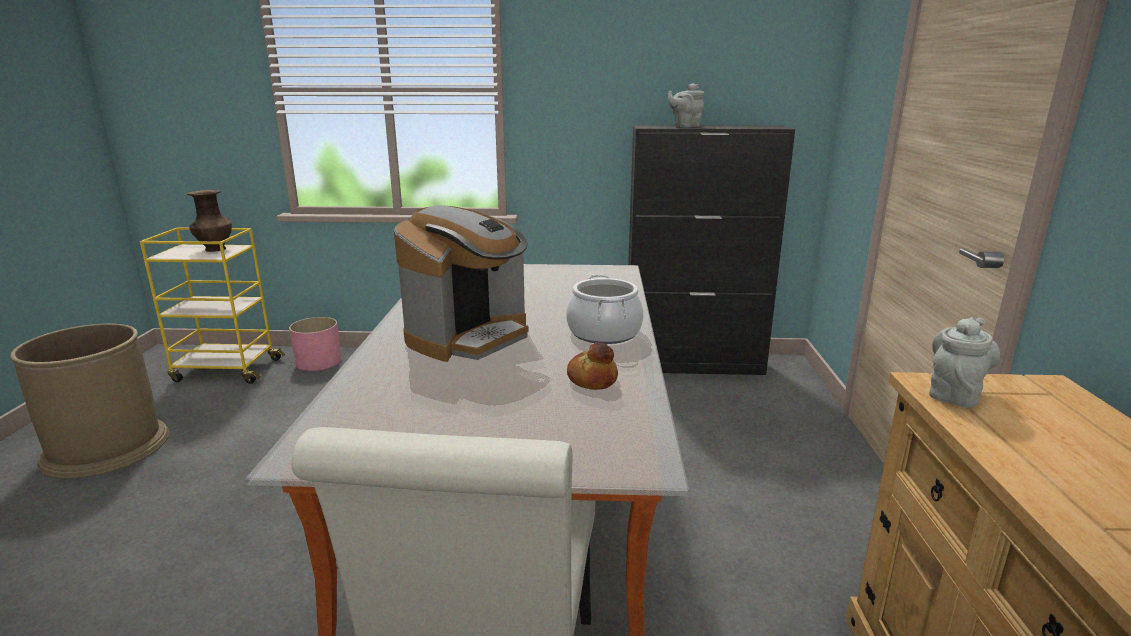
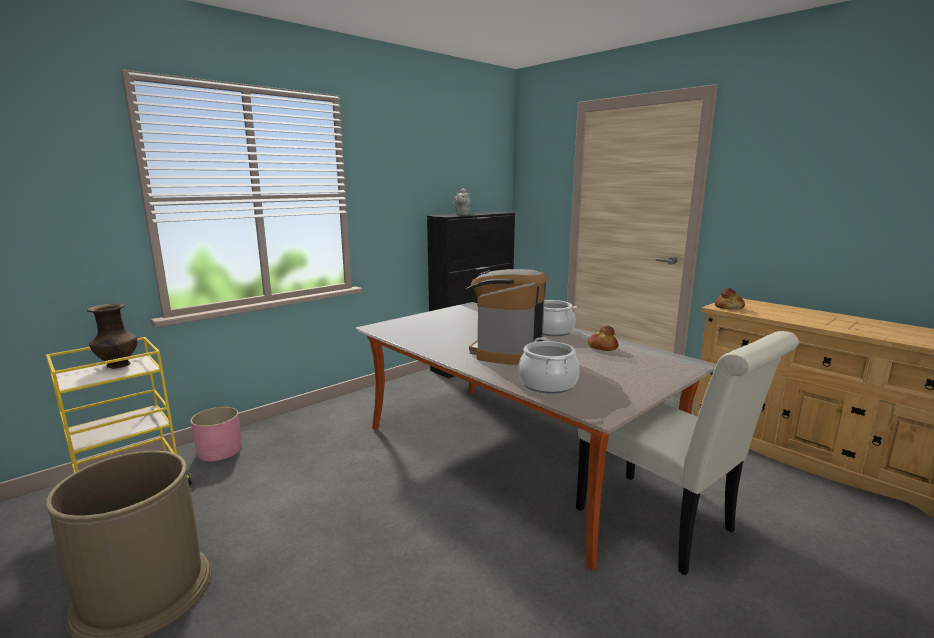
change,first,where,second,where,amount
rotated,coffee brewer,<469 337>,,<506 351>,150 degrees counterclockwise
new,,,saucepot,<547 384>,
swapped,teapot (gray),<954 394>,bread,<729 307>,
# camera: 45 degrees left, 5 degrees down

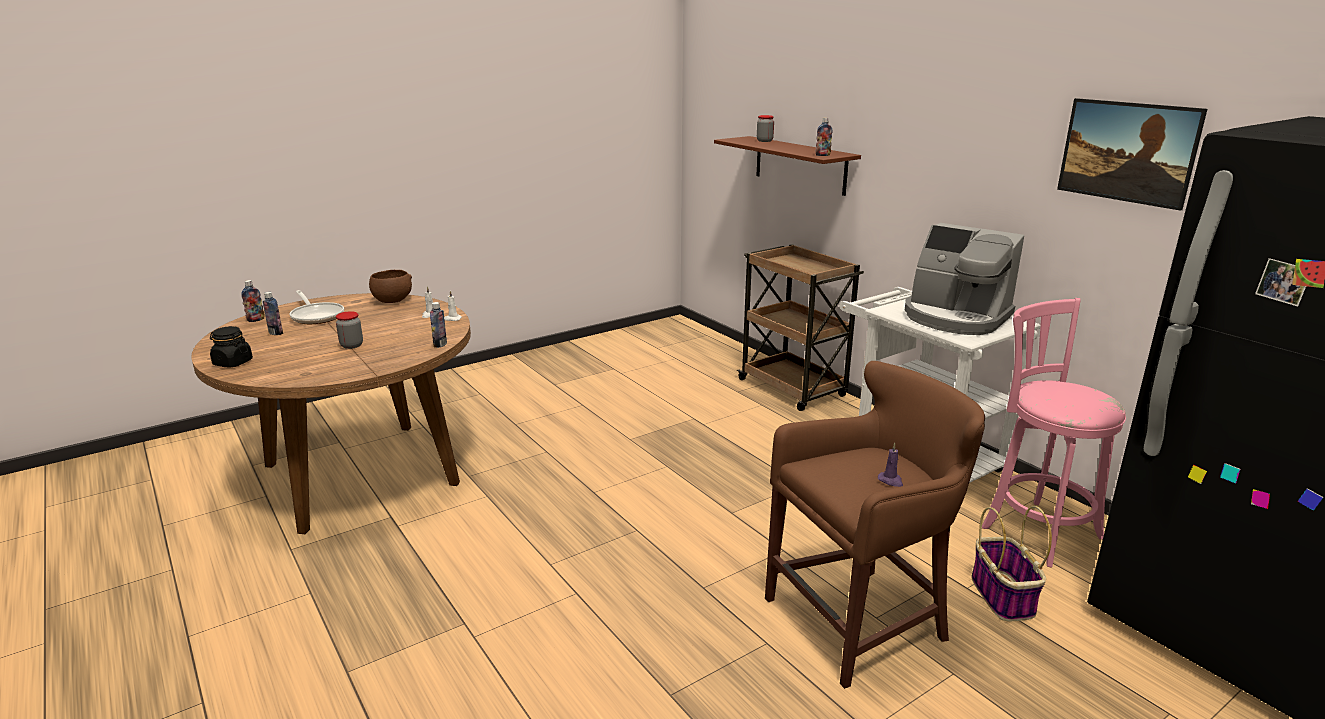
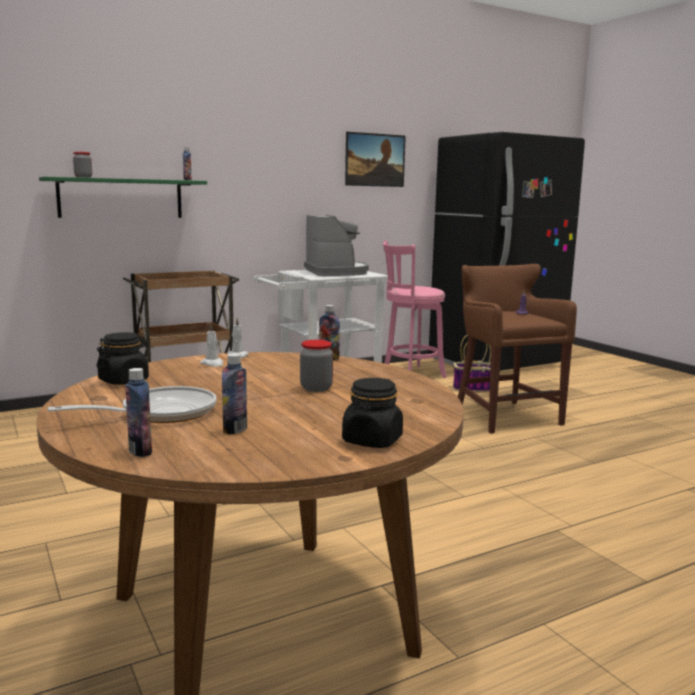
change,first,where,second,where,amount
repainted,bracket shelf (brown),<800 165>,bracket shelf (green),<121 198>,
swapped,serving bowl (brown),<391 301>,preserve jar (black),<124 380>,
rotated,coffee brewer,<955 317>,,<336 272>,60 degrees counterclockwise
# camera: 85 degrees left, 10 degrees down

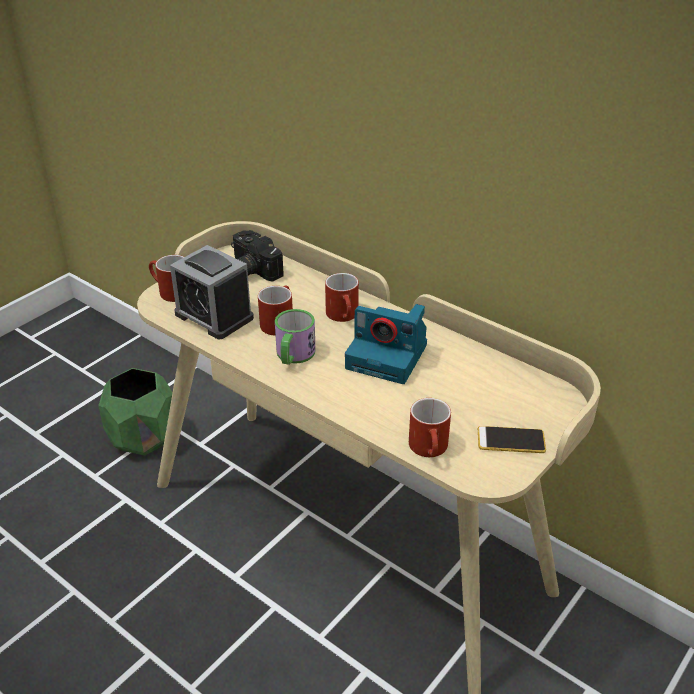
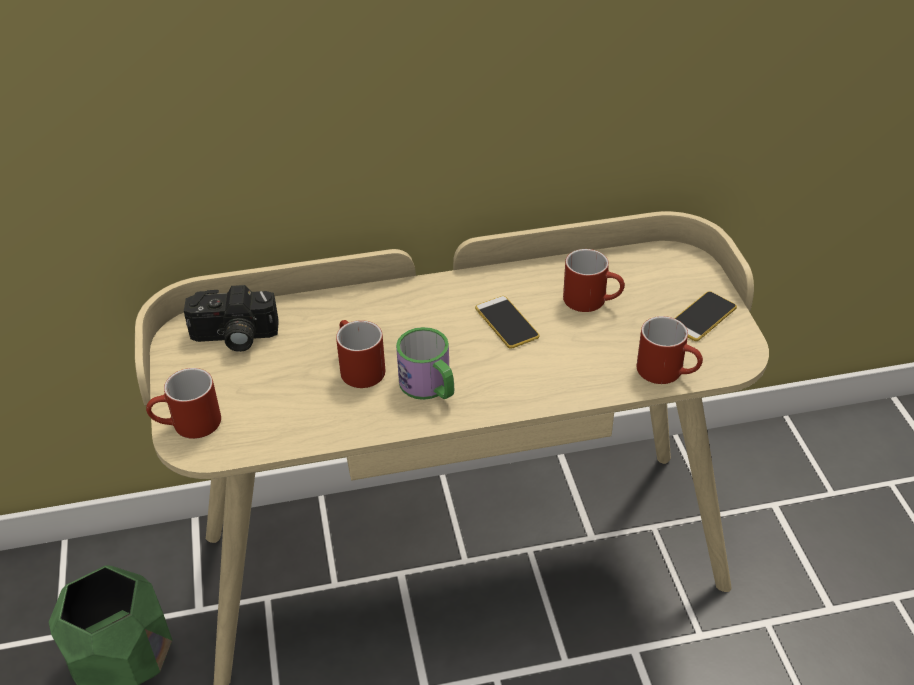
change,first,where,second,where,amount
swapped,still camera,<388 356>,handset,<506 323>,
shifted,coffee mug (red-coloured),<344 316>,,<593 300>,
gone,bedside clock,<214 316>,,,
# camera: 50 degrees left, 5 degrees up

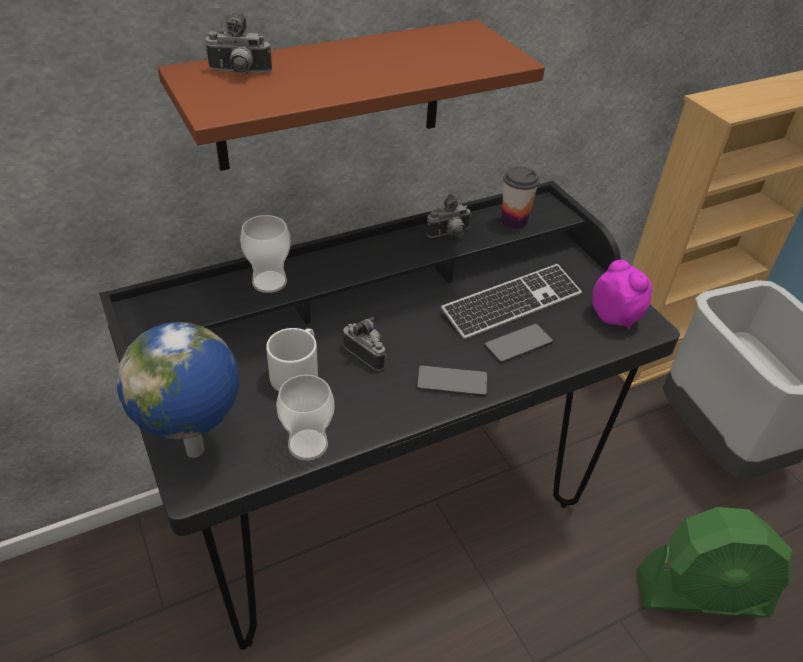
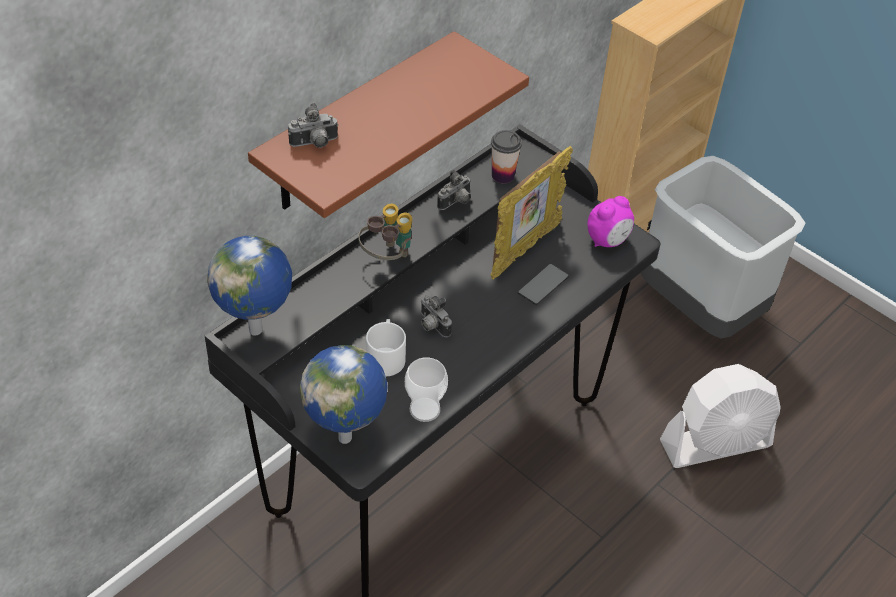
change,first,where,second,where,amount
new,,,desk globe,<257 330>,
new,,,field glasses,<387 257>,
rotated,still camera,<367 354>,,<432 325>,150 degrees counterclockwise
swapped,keyboard,<512 303>,photo frame,<524 250>,
rotated,bedside clock,<615 317>,,<607 240>,105 degrees clockwise
repainted,cooling fan (green),<702 594>,cooling fan (whitish),<716 443>,
gone,cup,<269 282>,,,
gone,handset,<452 382>,,,
# camera: 20 degrees left, 5 degrees up

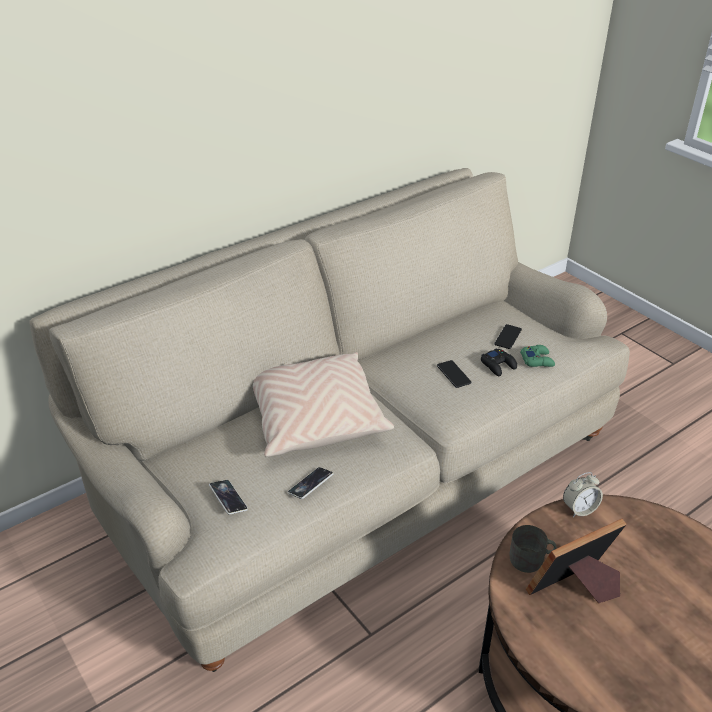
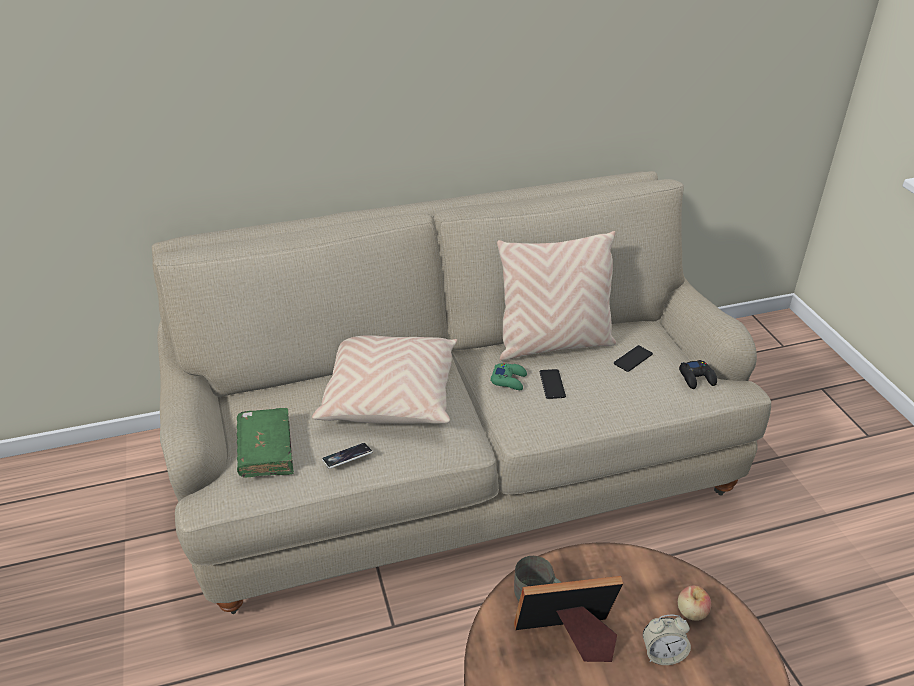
change,first,where,second,where,amount
swapped,handset,<228 499>,bound book (green),<266 450>,
shifted,game controller (green),<537 360>,,<509 380>,
new,,,pillow (beige-coloured),<554 344>,
shifted,bedside clock,<579 509>,,<662 654>,
new,,,apple fruit,<691 612>,
shifted,game controller (black),<498 365>,,<697 378>,
# camera: 20 degrees right, 0 degrees up

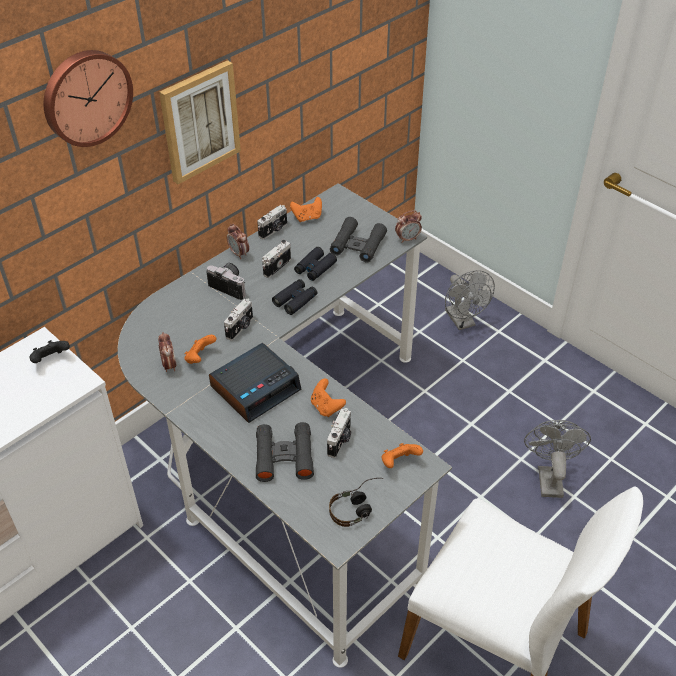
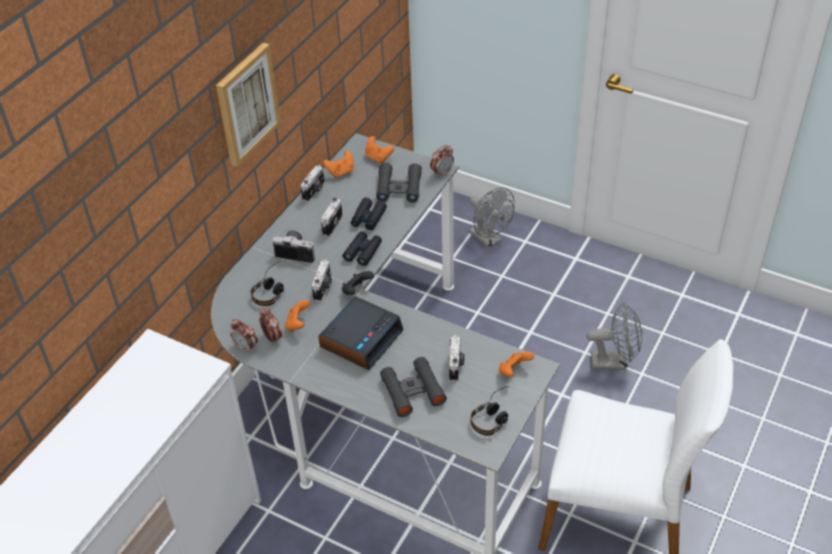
change,first,where,second,where,amount
shifted,bedside clock,<239 254>,,<246 347>,
new,,,headphones,<271 290>,
shifted,game controller (black),<51 360>,,<356 290>,
shifted,game controller (orange-coloured),<326 407>,,<378 158>,
rotated,cooling fan (gray),<548 477>,,<614 362>,105 degrees clockwise
gone,clock on the wall,<86 97>,,,
# camera: 15 degrees left, 0 degrees up

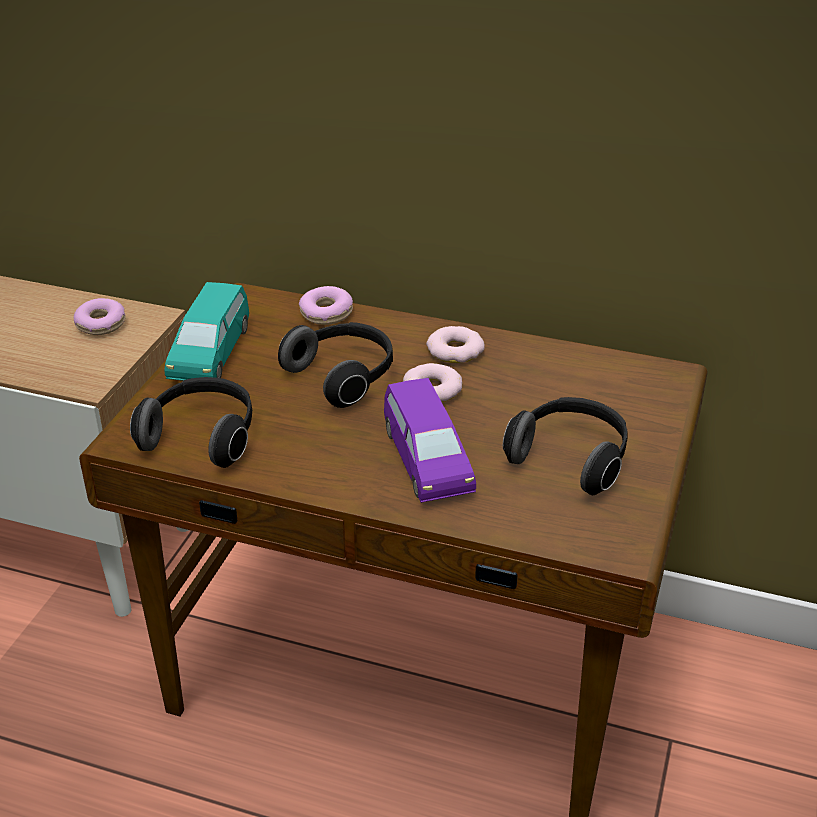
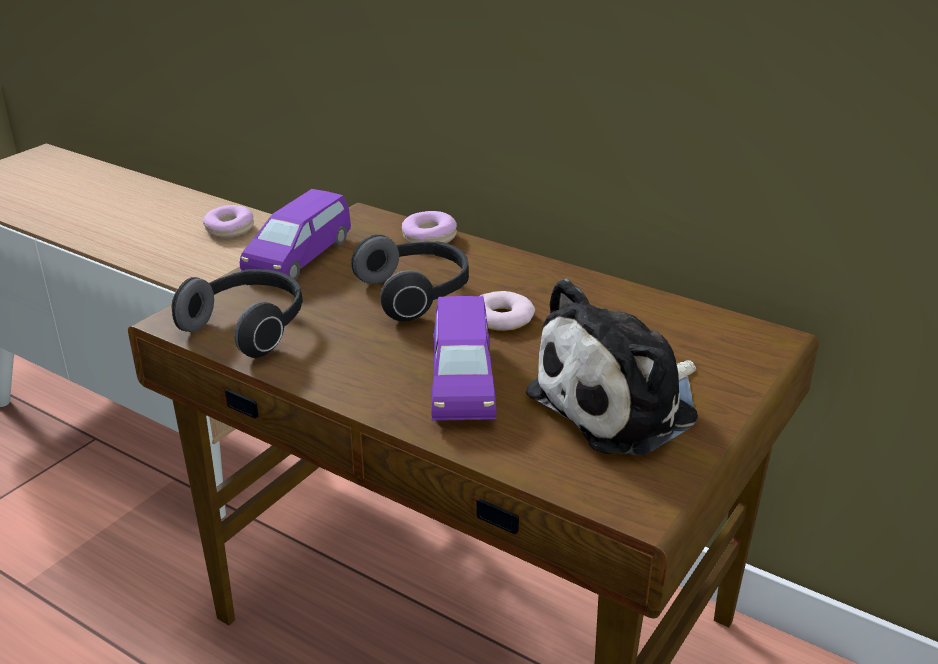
change,first,where,second,where,amount
repainted,toy car (turquoise-coloured),<211 353>,toy car (purplish),<299 257>,
swapped,headphones,<570 459>,cuddly toy,<621 405>,
gone,ring doughnut,<455 350>,,,
# camera: 15 degrees right, 5 degrees down

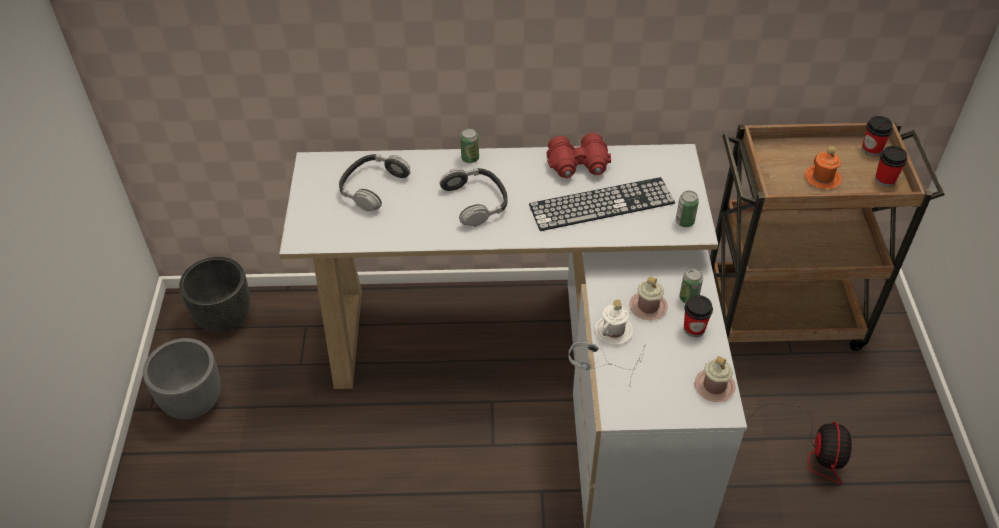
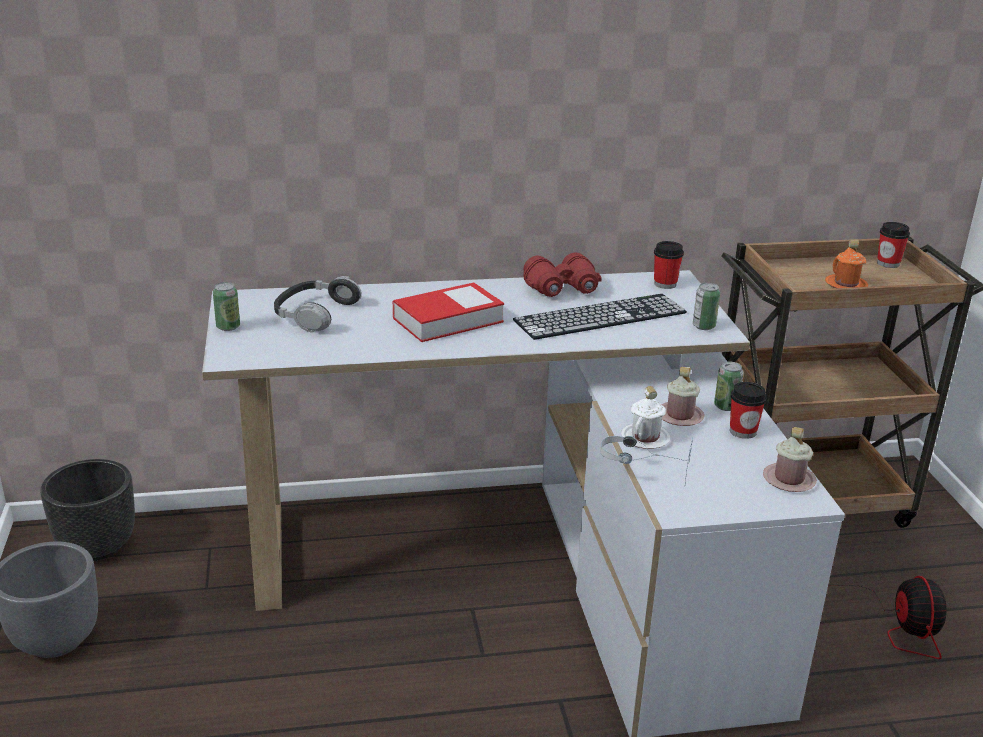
change,first,where,second,where,amount
shifted,sealed can,<470 158>,,<228 327>,
swapped,headphones,<476 201>,bound book,<448 320>,
shifted,cup,<885 180>,,<665 284>,
# camera: 10 degrees left, 20 degrees down

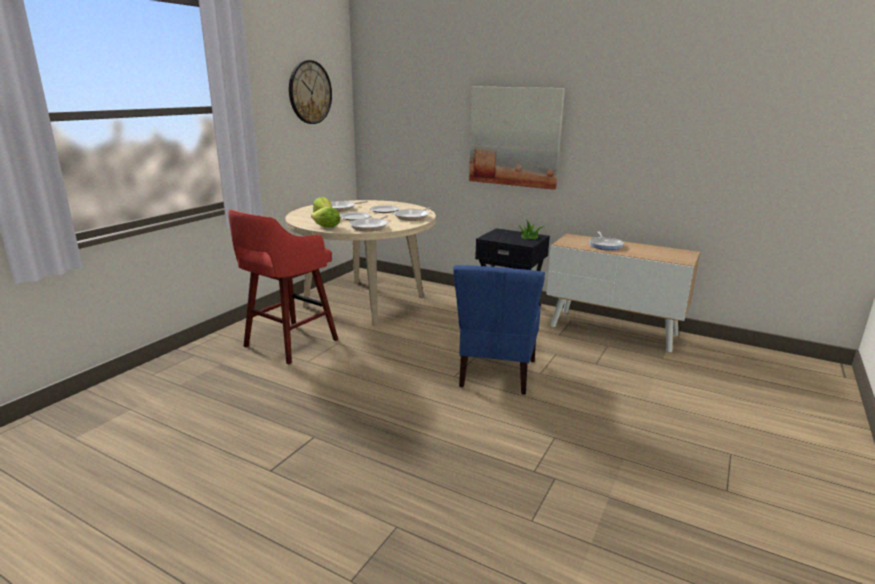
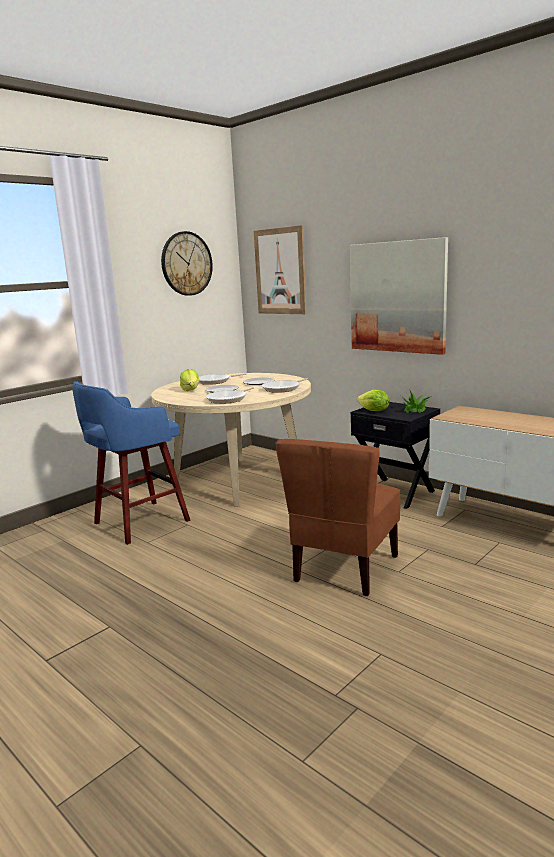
change,first,where,second,where,amount
repainted,stool (red-coloured),<288 344>,stool (blue),<138 523>,
new,,,picture,<280 271>,
repainted,plain chair (blue),<496 373>,plain chair (brown),<344 568>,
shifted,lettuce head,<326 227>,,<374 411>,
gone,skillet,<605 245>,,,
# camera: 15 degrees right, 5 degrees down

